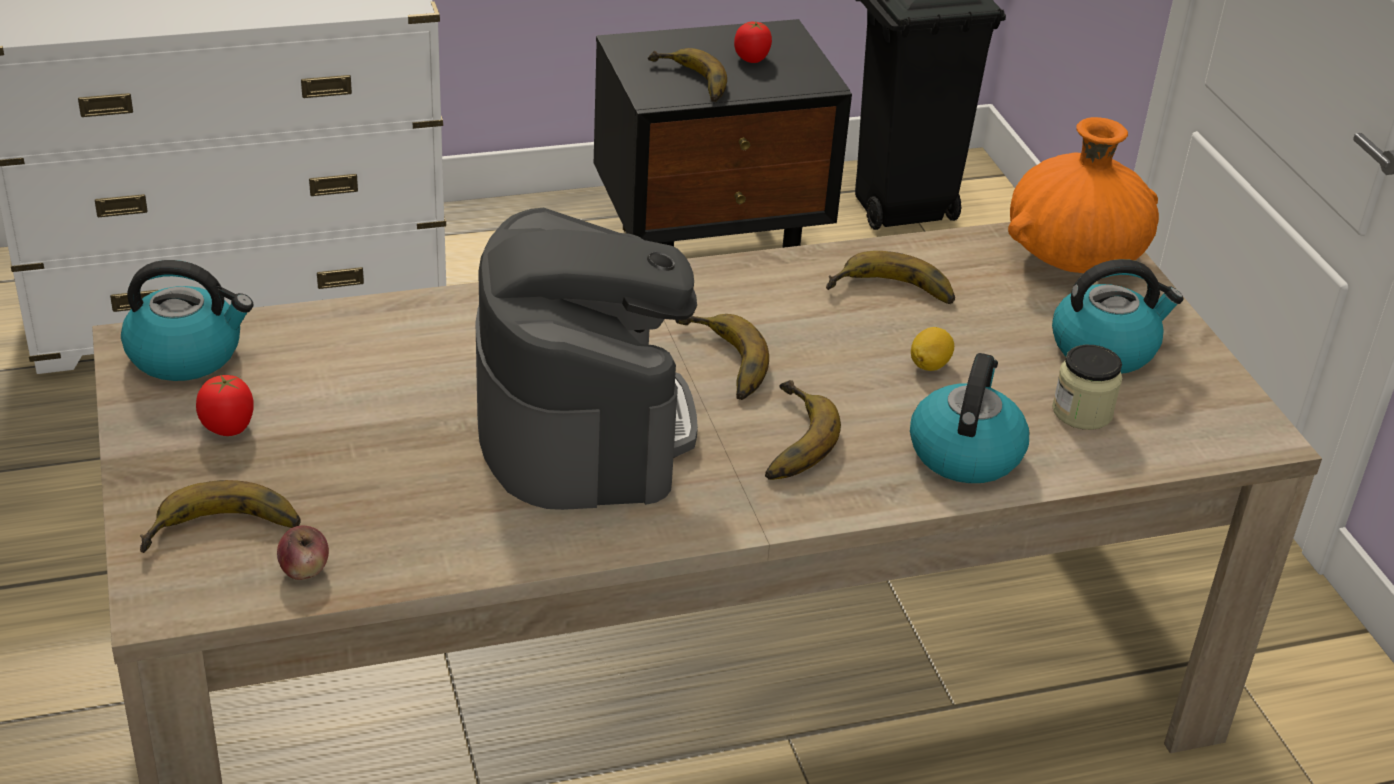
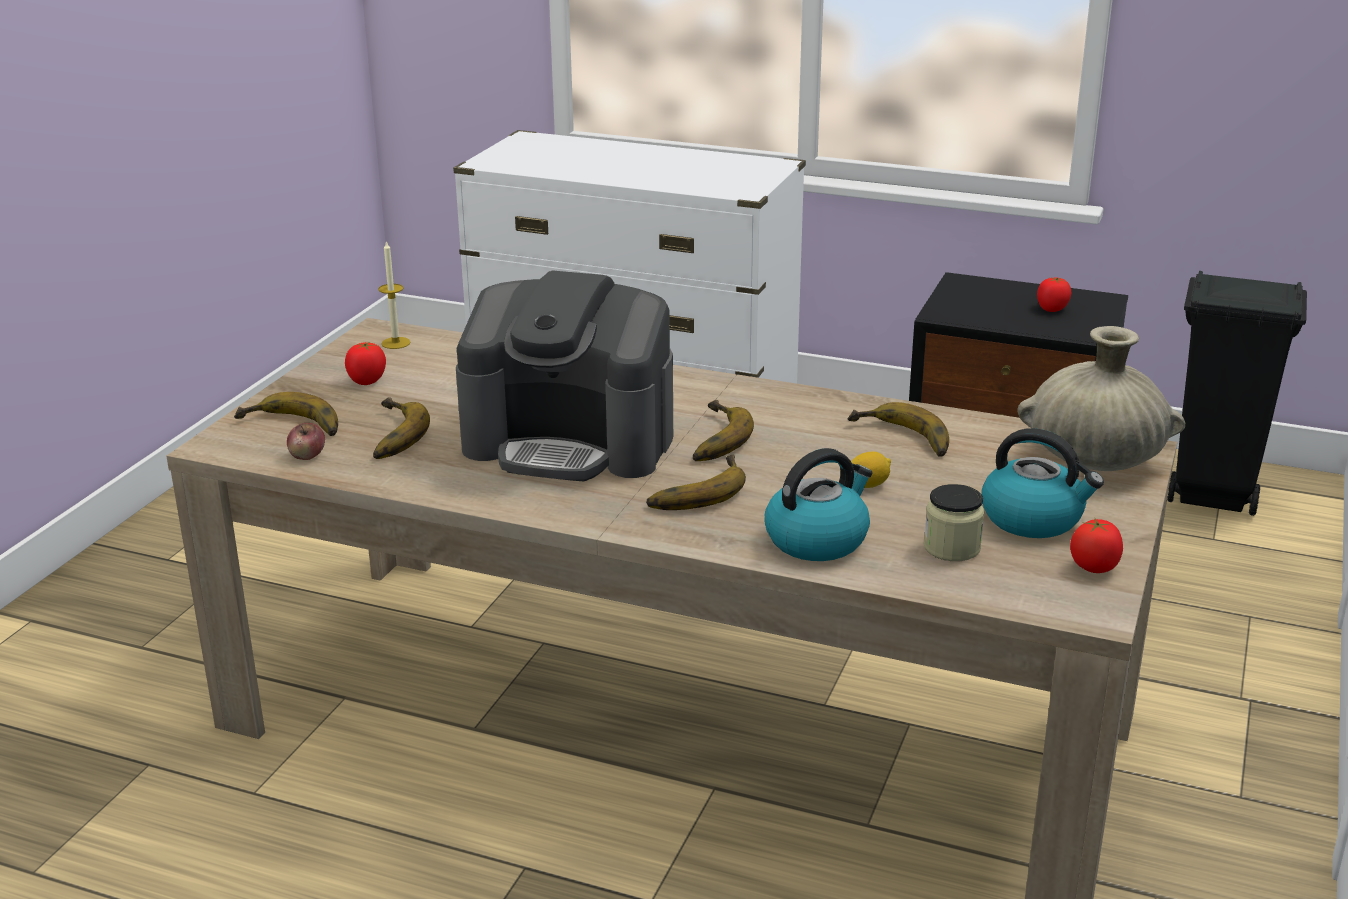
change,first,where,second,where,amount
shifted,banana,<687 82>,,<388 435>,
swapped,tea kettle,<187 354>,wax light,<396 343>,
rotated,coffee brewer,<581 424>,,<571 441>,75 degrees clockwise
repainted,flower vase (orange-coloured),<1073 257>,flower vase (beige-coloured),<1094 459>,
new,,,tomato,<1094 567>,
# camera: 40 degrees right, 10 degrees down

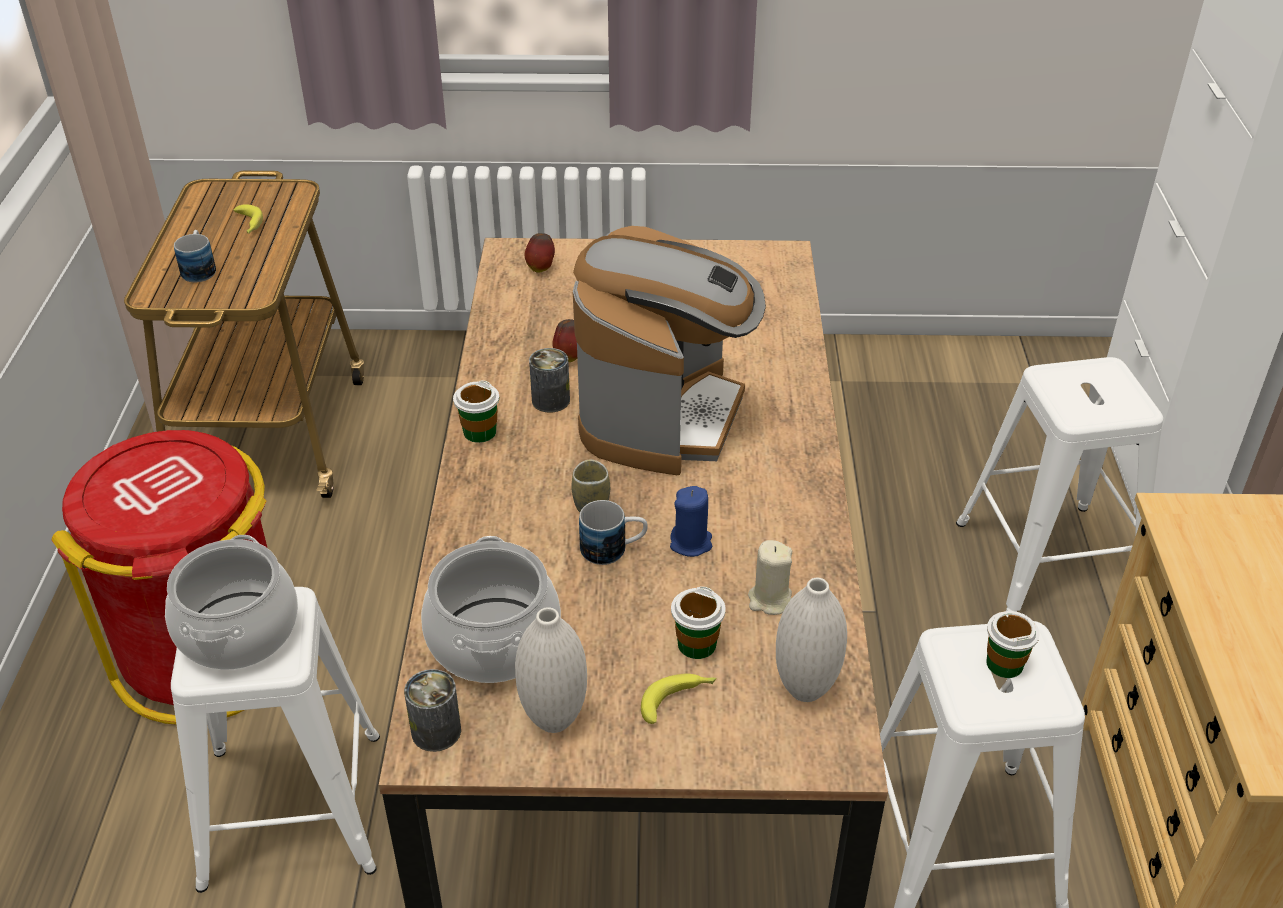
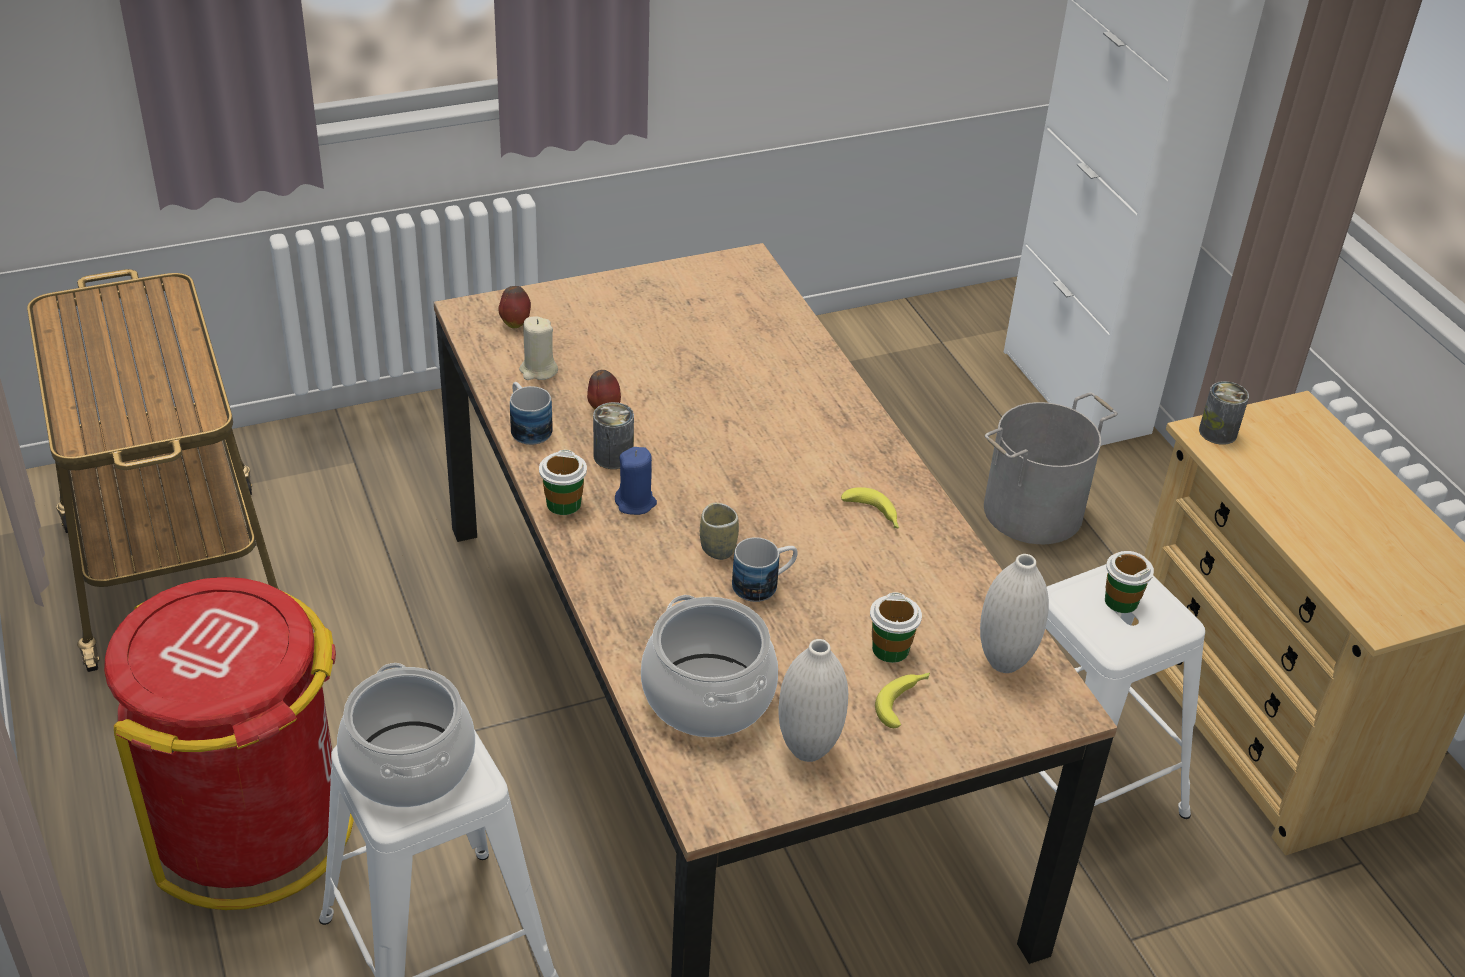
change,first,where,second,where,amount
shifted,coffee mug,<199 269>,,<527 427>,
shifted,wax light (beige-coloured),<770 600>,,<538 370>,
shifted,wax light (blue),<691 543>,,<635 503>,
shifted,banana,<248 225>,,<874 515>,
swapped,stool (whitish),<1049 562>,water bucket (gray),<1034 511>,
shifted,sealed can,<436 731>,,<1217 432>,
gone,coffee brewer,<663 416>,,,
# camera: 25 degrees left, 0 degrees up

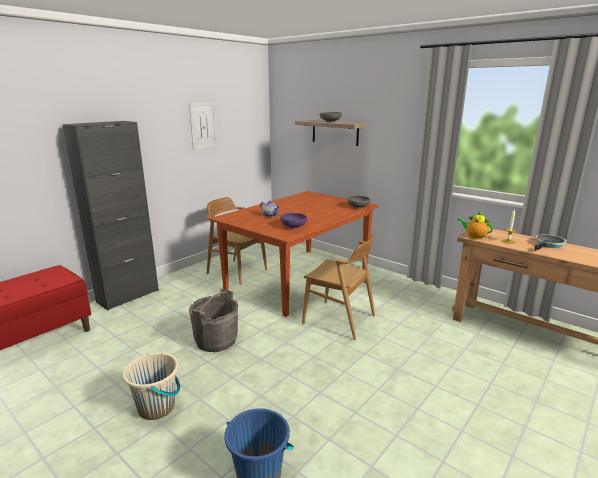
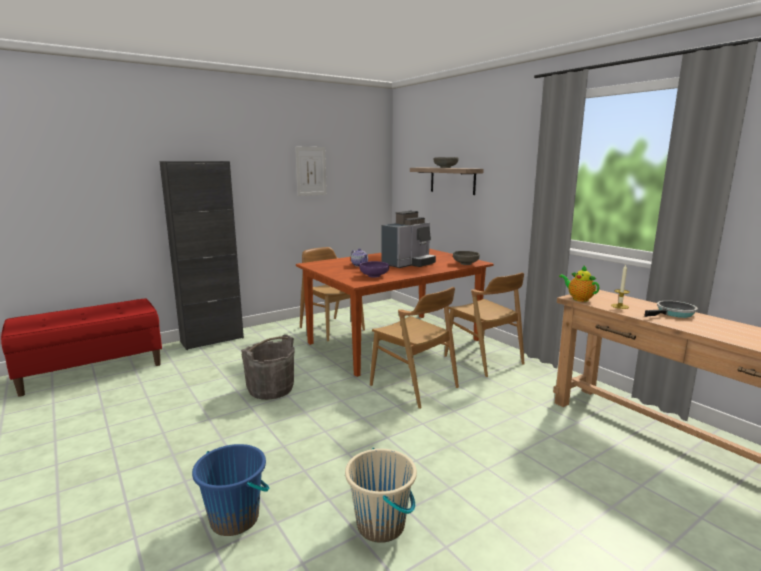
change,first,where,second,where,amount
shifted,water bucket (beige-coloured),<157 407>,,<381 525>,
new,,,coffee brewer,<409 263>,
new,,,plain chair (brown),<483 360>,
# camera: 15 degrees right, 5 degrees down

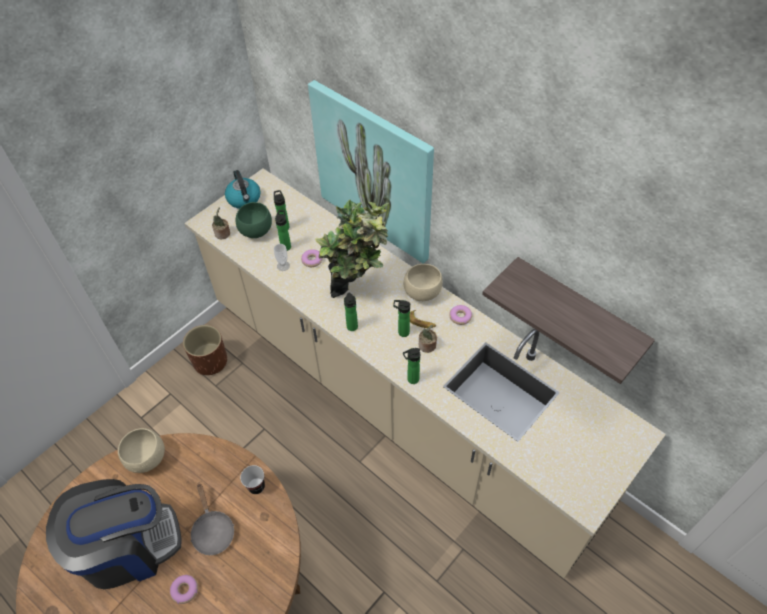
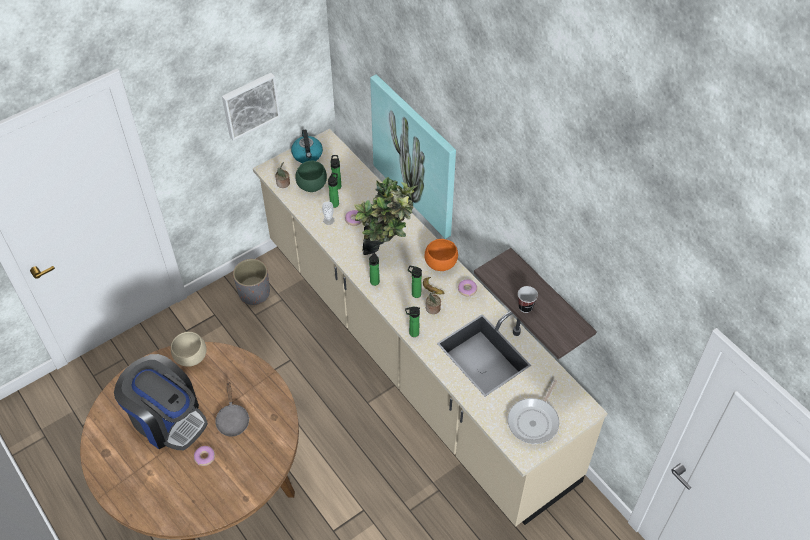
change,first,where,second,where,amount
rotated,coffee brewer,<128 546>,,<167 419>,45 degrees clockwise
new,,,picture,<250 105>,
repainted,plant pot (brown),<210 361>,plant pot (gray),<254 293>,
repainted,serving bowl (beige-coloured),<422 292>,serving bowl (orange-coloured),<440 263>,
new,,,skillet,<534 421>,
shifted,cup,<256 486>,,<525 307>,
# camera: 10 degrees right, 0 degrees up

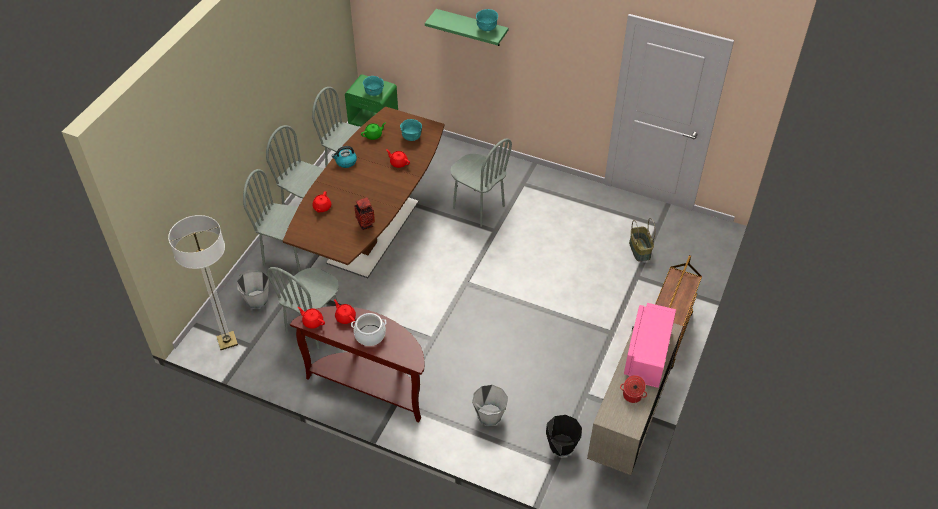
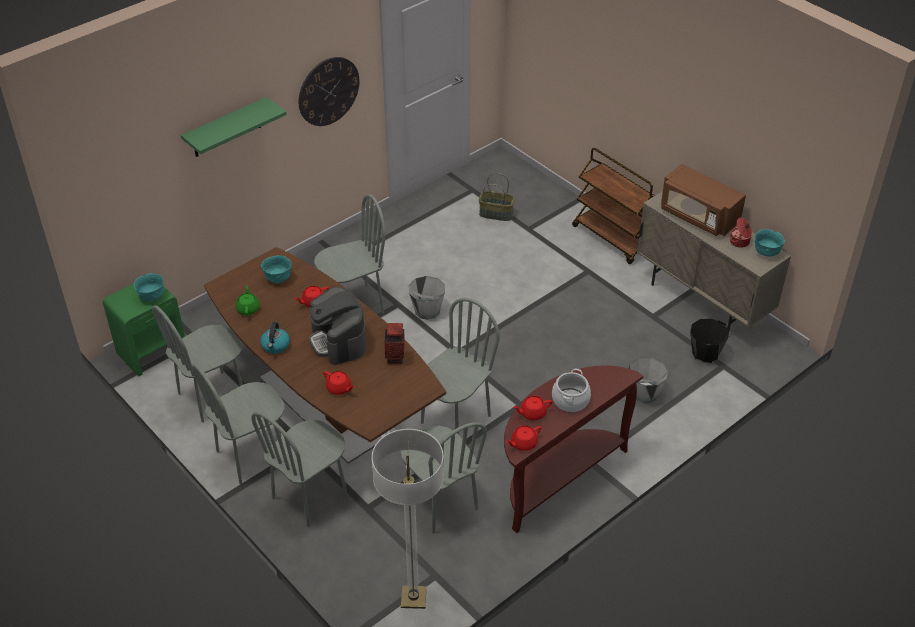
change,first,where,second,where,amount
new,,,clock on the wall,<328 91>,
new,,,coffee brewer,<338 340>,
shifted,water bucket (gray),<257 299>,,<427 310>,
new,,,plain chair (gray),<455 418>,
repainted,kitchen microwave (pink),<647 355>,kitchen microwave (brown),<698 217>,
shifted,serving bowl (turquoise-coloured),<486 28>,,<766 252>,
# camera: 65 degrees left, 5 degrees down

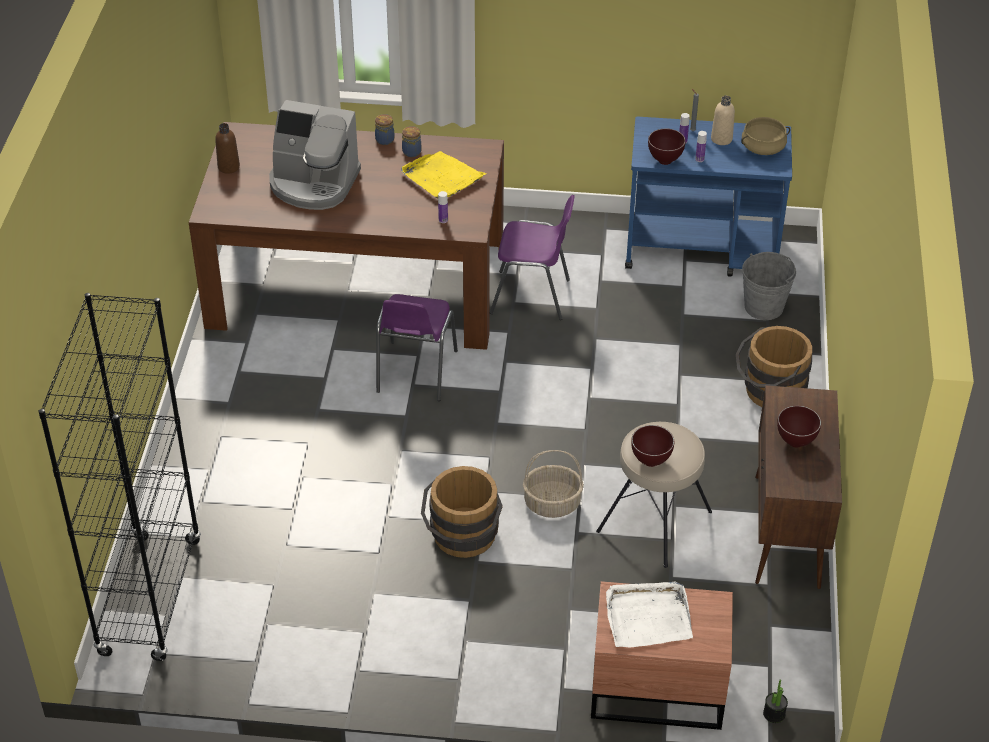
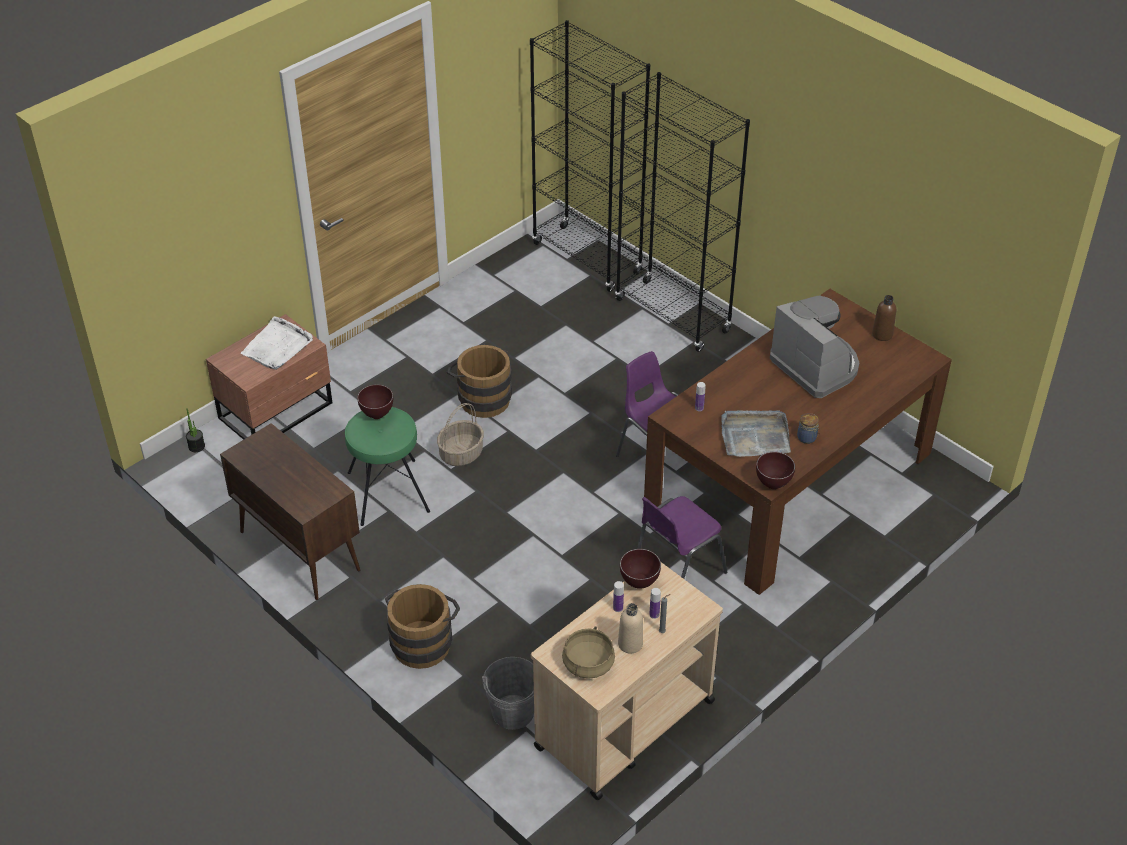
change,first,where,second,where,amount
repainted,stool (beige-coloured),<655 522>,stool (green),<387 492>,
repainted,cart (blue),<702 250>,cart (beige-coloured),<623 724>,
new,,,bookcase (black),<673 316>,
repainted,tray (yellow),<442 177>,tray (gray),<754 436>,
shifted,serving bowl (brown),<795 441>,,<774 484>,
rotated,coffee brewer,<313 183>,,<816 366>,90 degrees clockwise
gone,preserve jar,<385 139>,,,
# camera: 130 degrees right, 0 degrees up

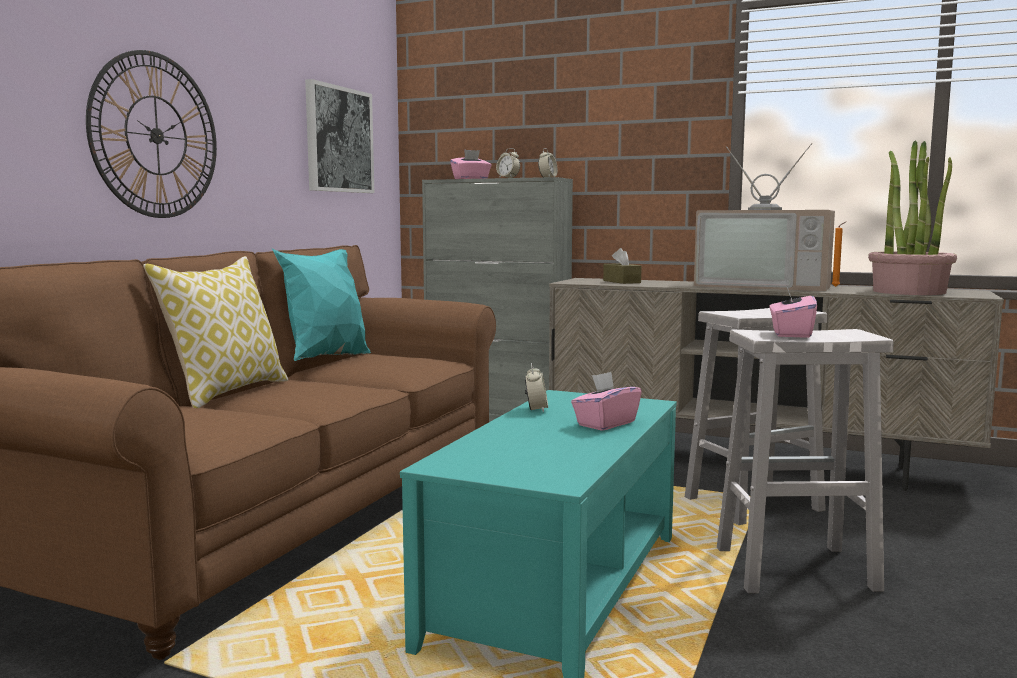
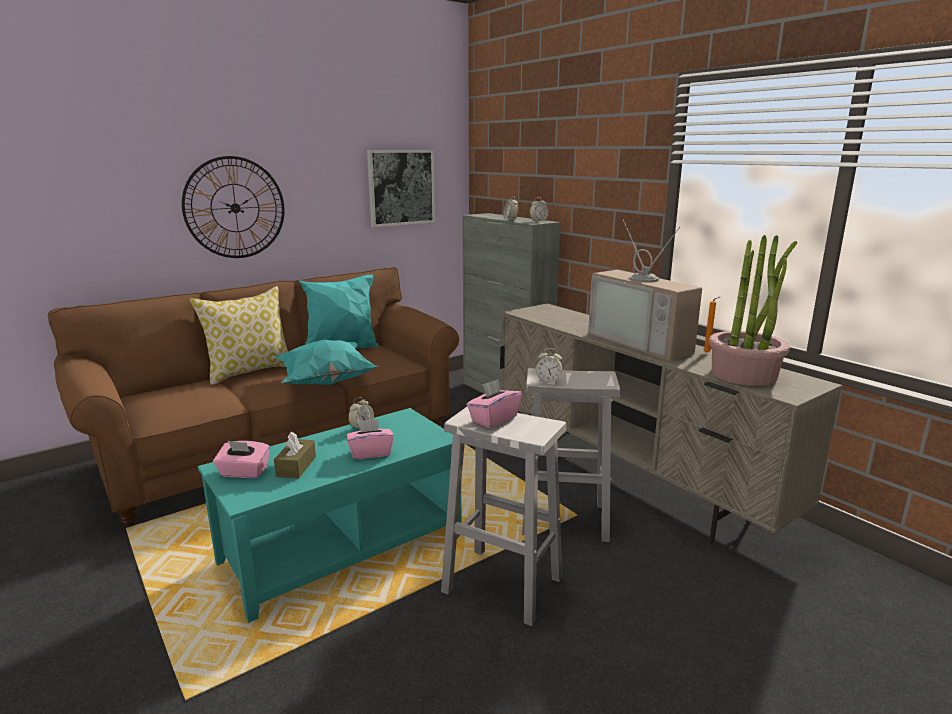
change,first,where,second,where,amount
shifted,tissue box (pink),<471 179>,,<244 472>,
new,,,pillow (turquoise-coloured),<325 382>,
shifted,tissue box (brown),<621 281>,,<296 466>,
new,,,bedside clock,<548 381>,
# camera: 30 degrees right, 10 degrees up

